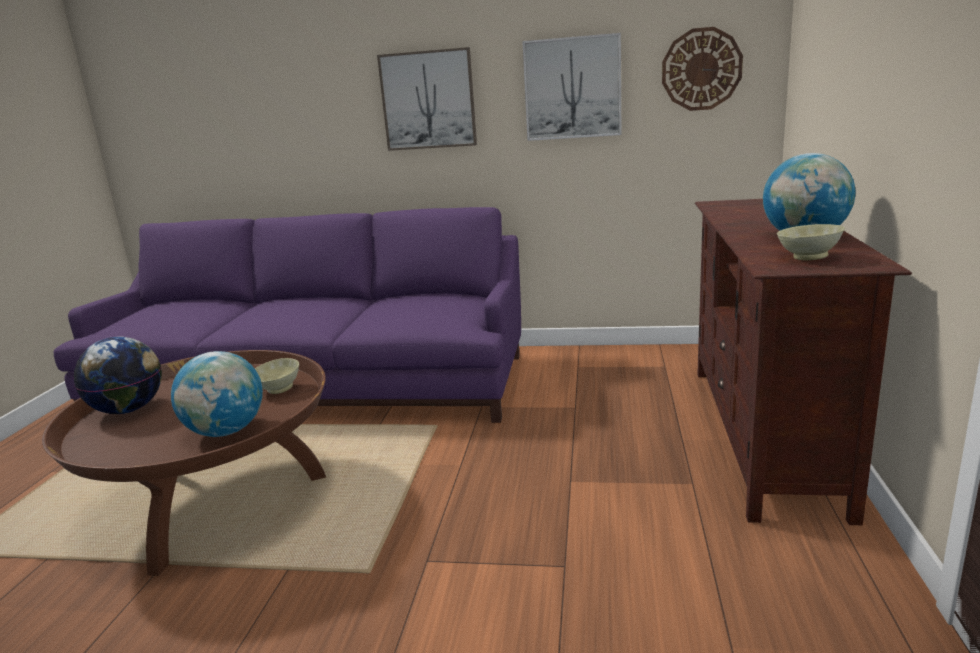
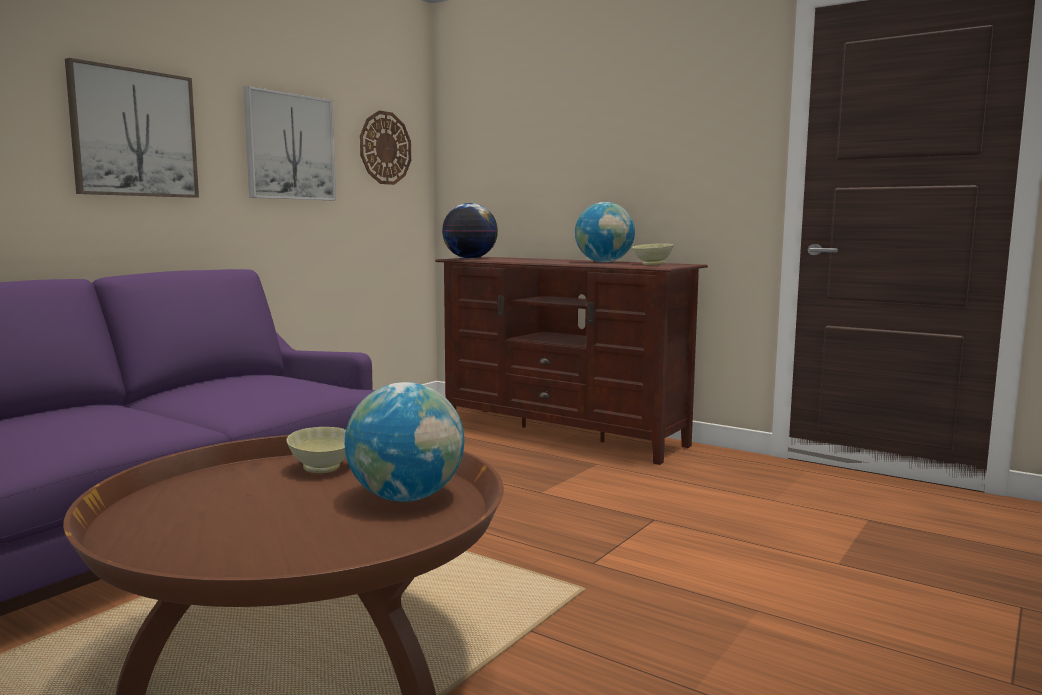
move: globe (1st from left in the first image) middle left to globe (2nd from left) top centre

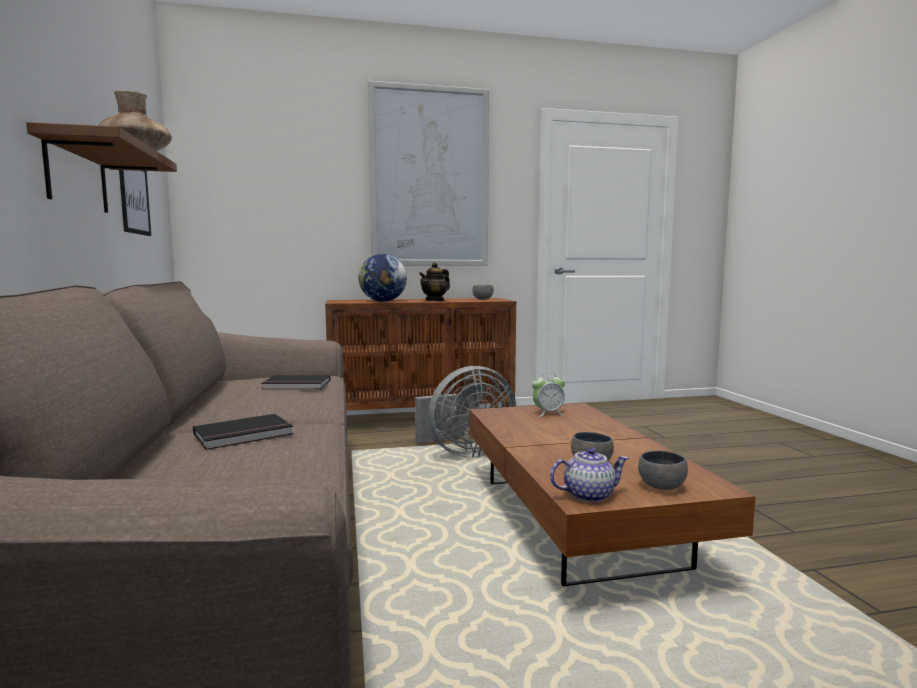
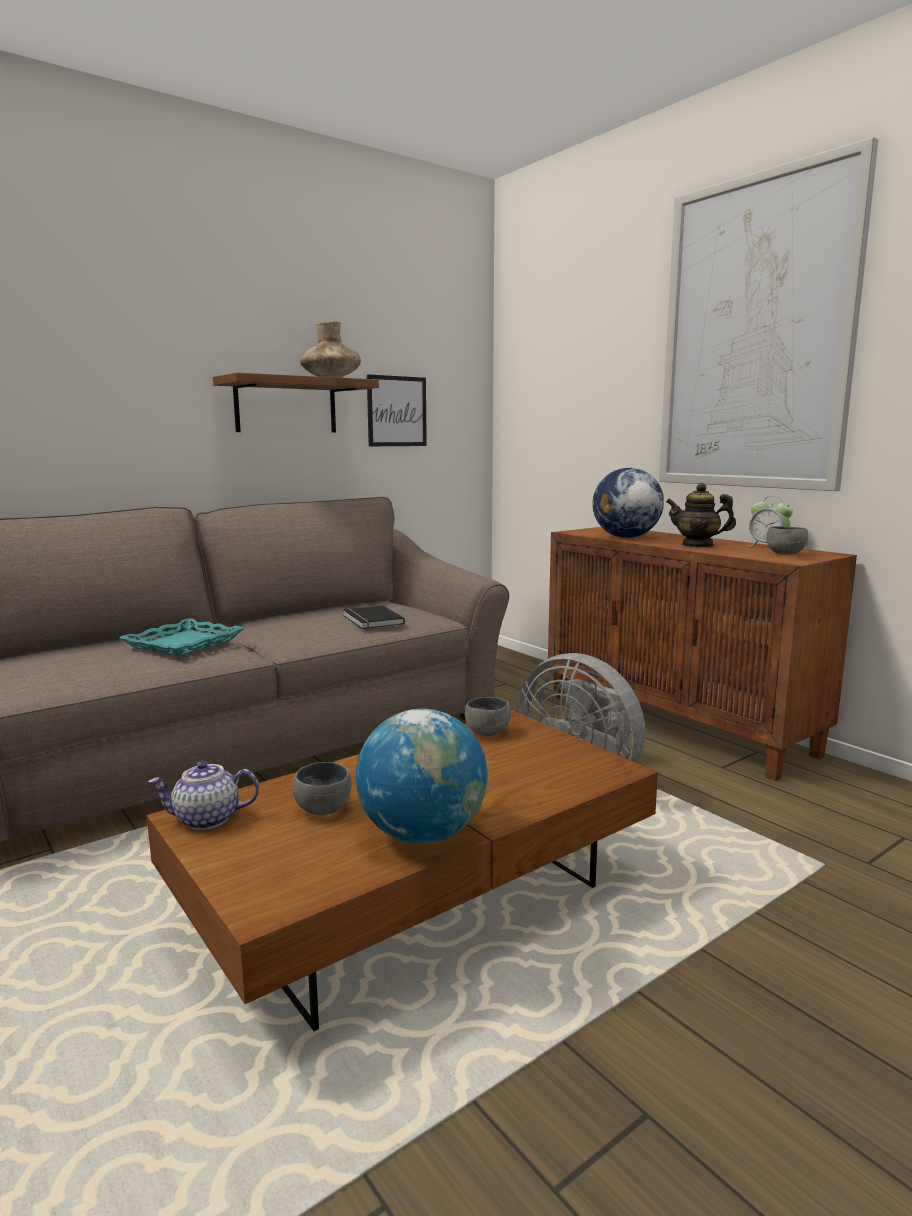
insert: globe (1st from left) centre
move: bowl (grey) (3rd from left in the first image) bottom right to bowl (grey) (2nd from left) centre; alarm clock centre to middle right
replace: book (black) (1st from left) middle left to tray (turquoise) middle left
rotate: teapot (2nd from left in the first image) bottom centre = middle left 120 degrees clockwise

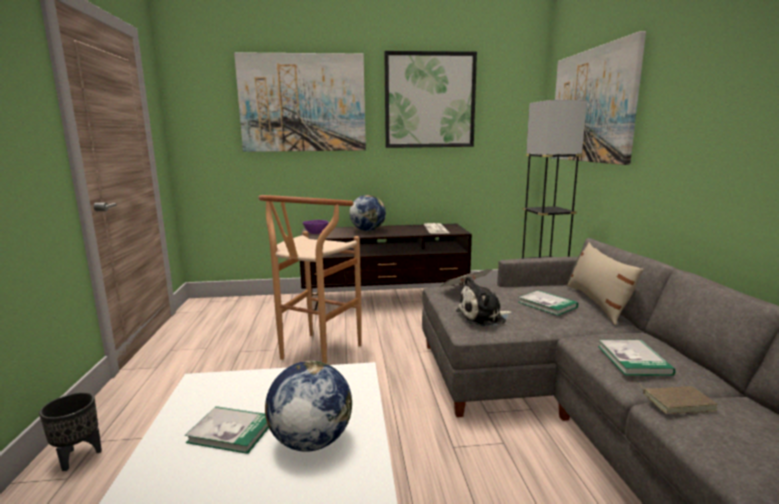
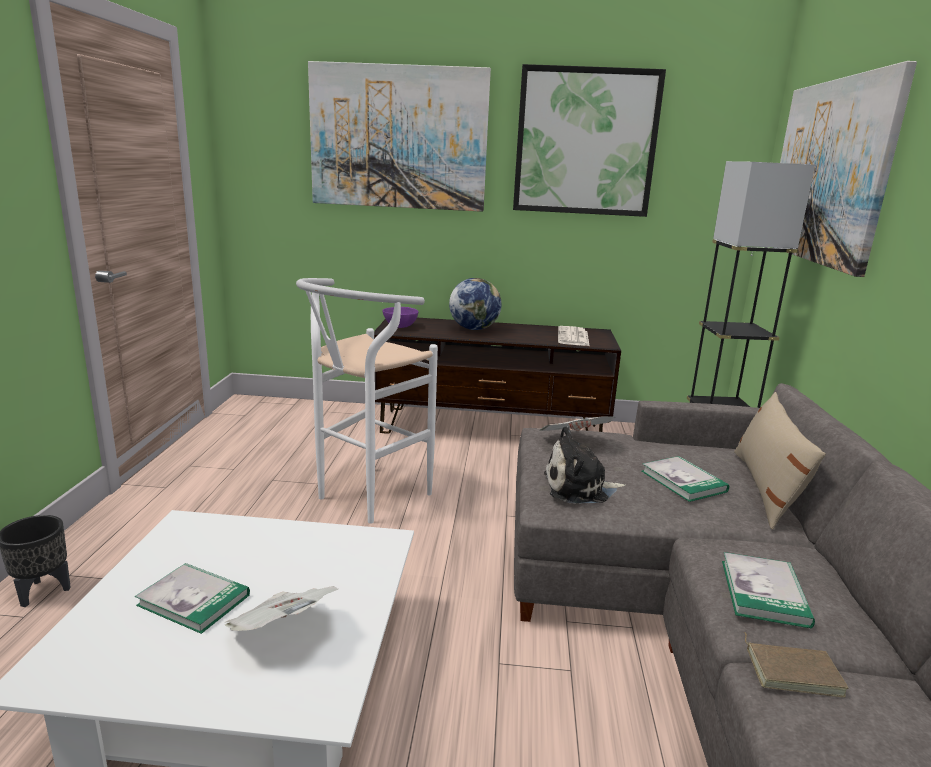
replace: globe (1st from left) bottom centre to newspaper (1st from left) bottom left
recolor: stool (brown) centre to stool (white) centre

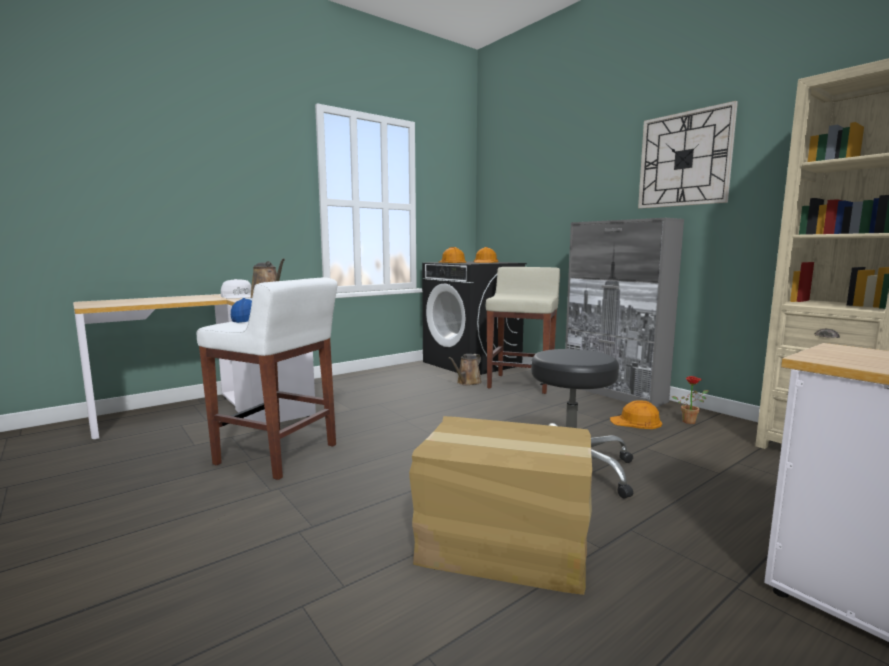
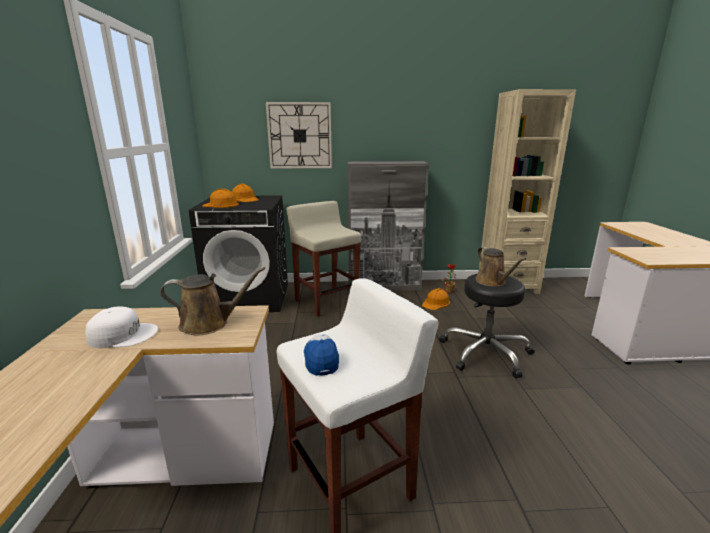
delete: cardboard box bottom centre
move: wall clock top right to top centre; watering can (brown) (2nd from left) centre to middle right

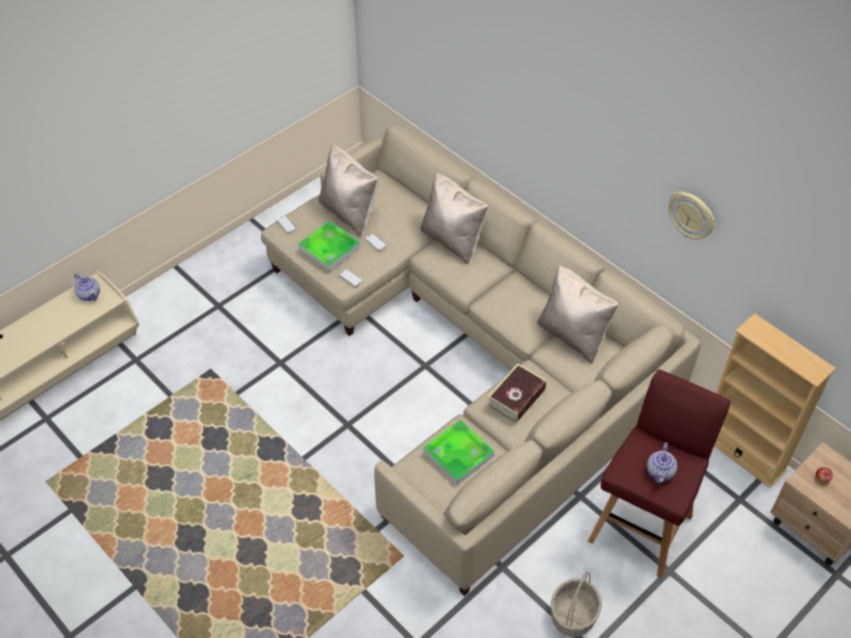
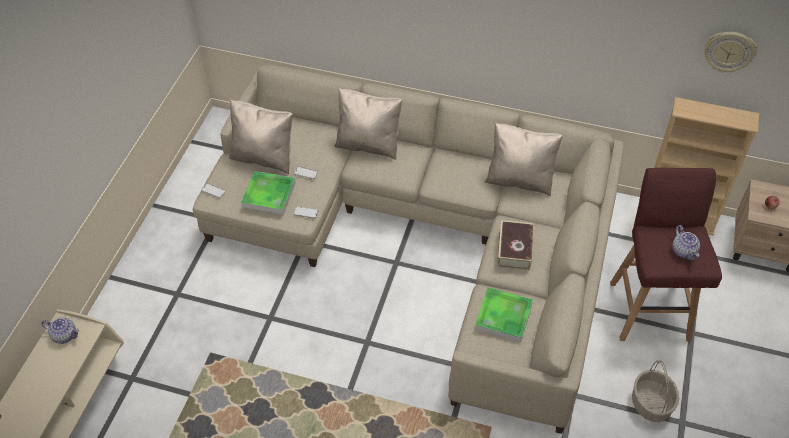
move: wall clock middle right to top right

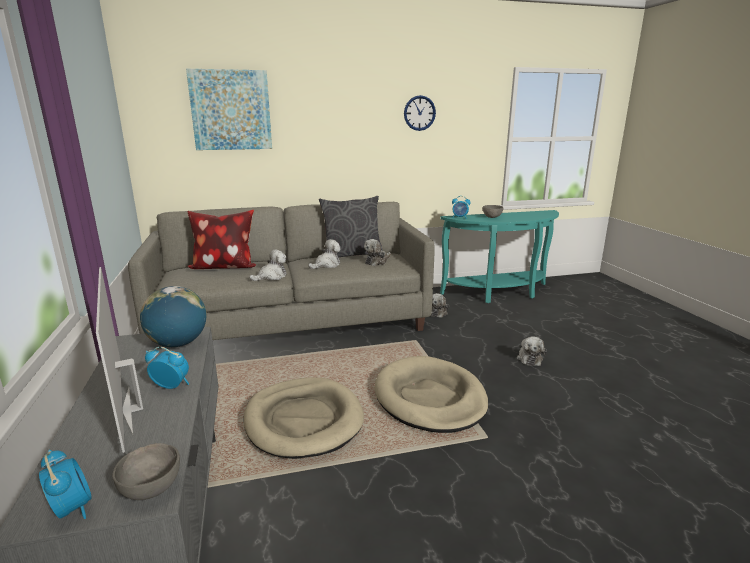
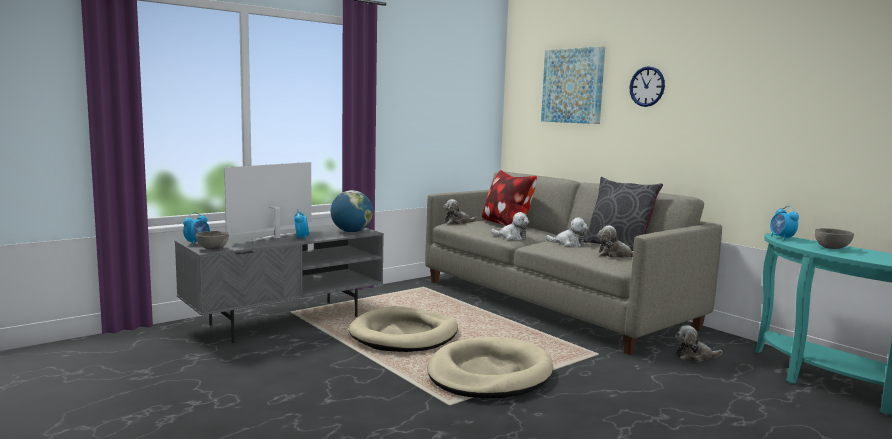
move: plush toy (5th from left in the first image) middle right to plush toy (1st from left) centre; wall clock top centre to top right

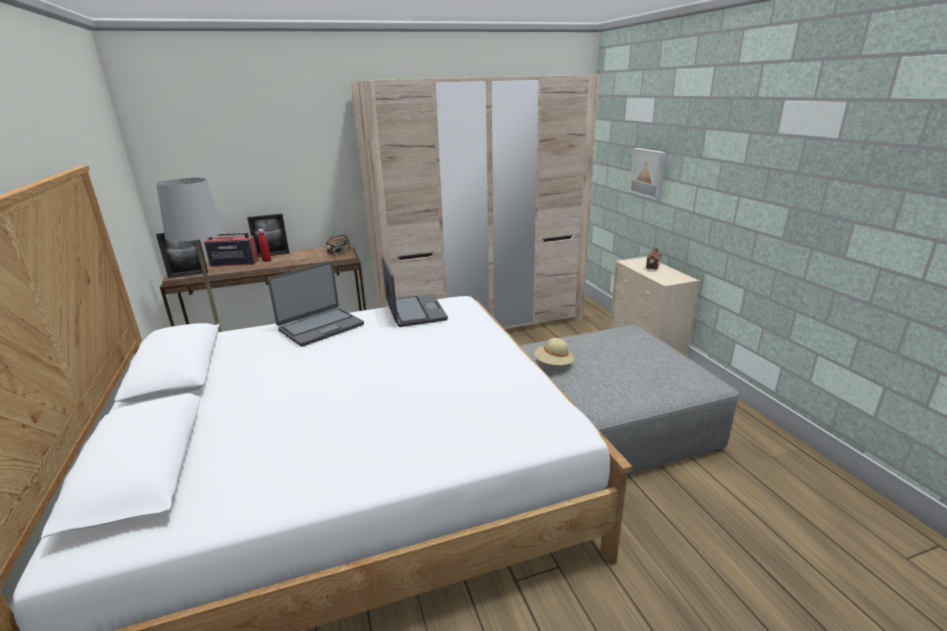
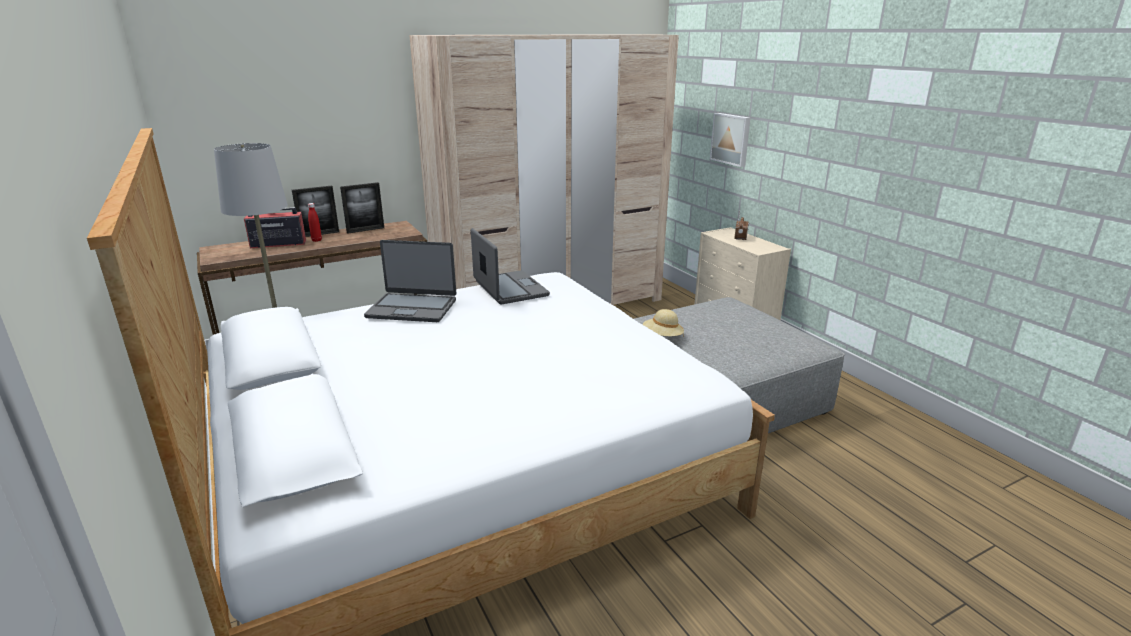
delete: radio (2nd from left) centre
move: picture frame (1st from left in the first image) middle left to picture frame (2nd from left) top left
rotate: laptop (1st from left) middle left = centre 60 degrees clockwise

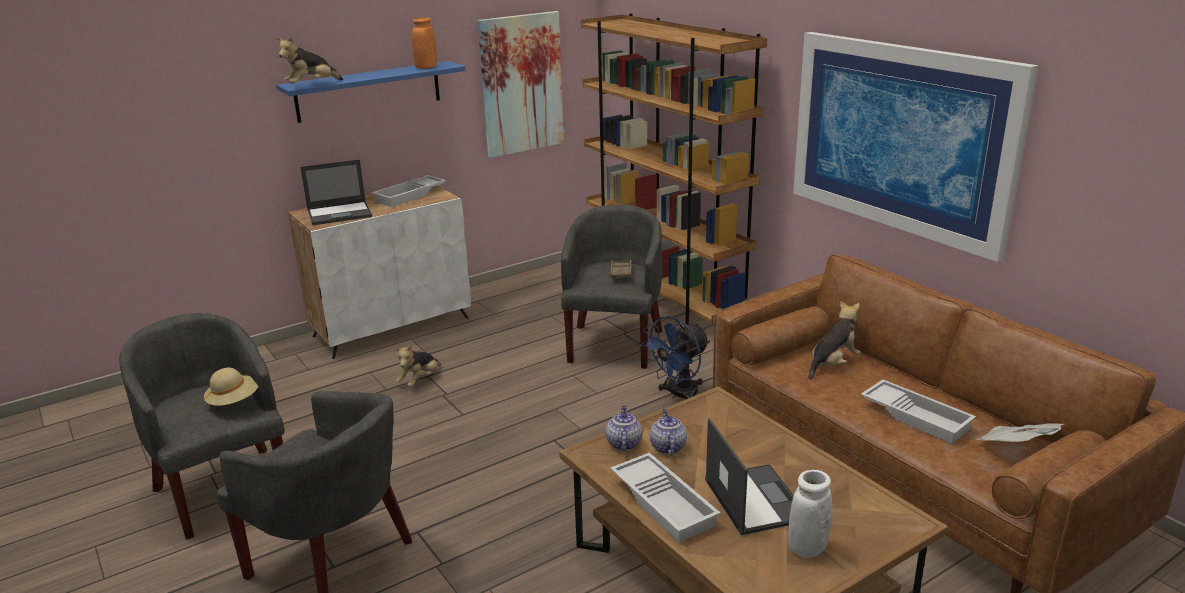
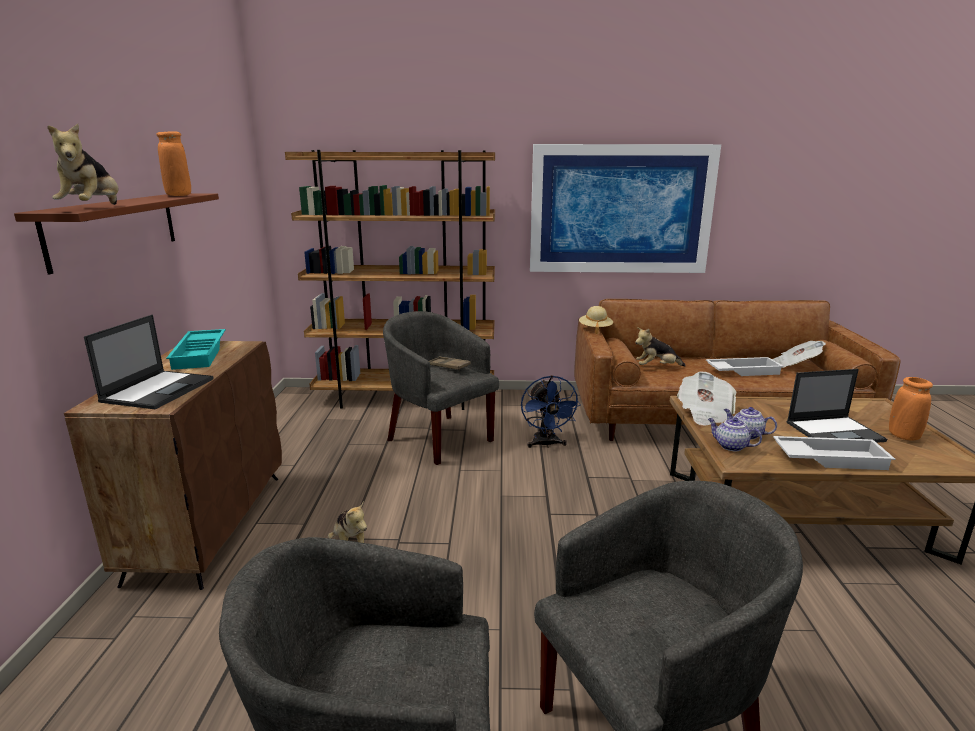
delete: picture (1st from left) top centre
insert: newspaper (1st from left) middle right
move: hat (beige) middle left to centre
recolor: shelf (blue) top left to shelf (brown) top left; cabinet (white) middle left to cabinet (brown) middle left; tray (white) (1st from left) top centre to tray (turquoise) middle left; vase (white) bottom right to vase (orange) (2nd from left) middle right
rotate: plush toy (3rd from left) middle right = middle right 90 degrees counterclockwise; laptop (2nd from left) bottom centre = middle right 150 degrees clockwise

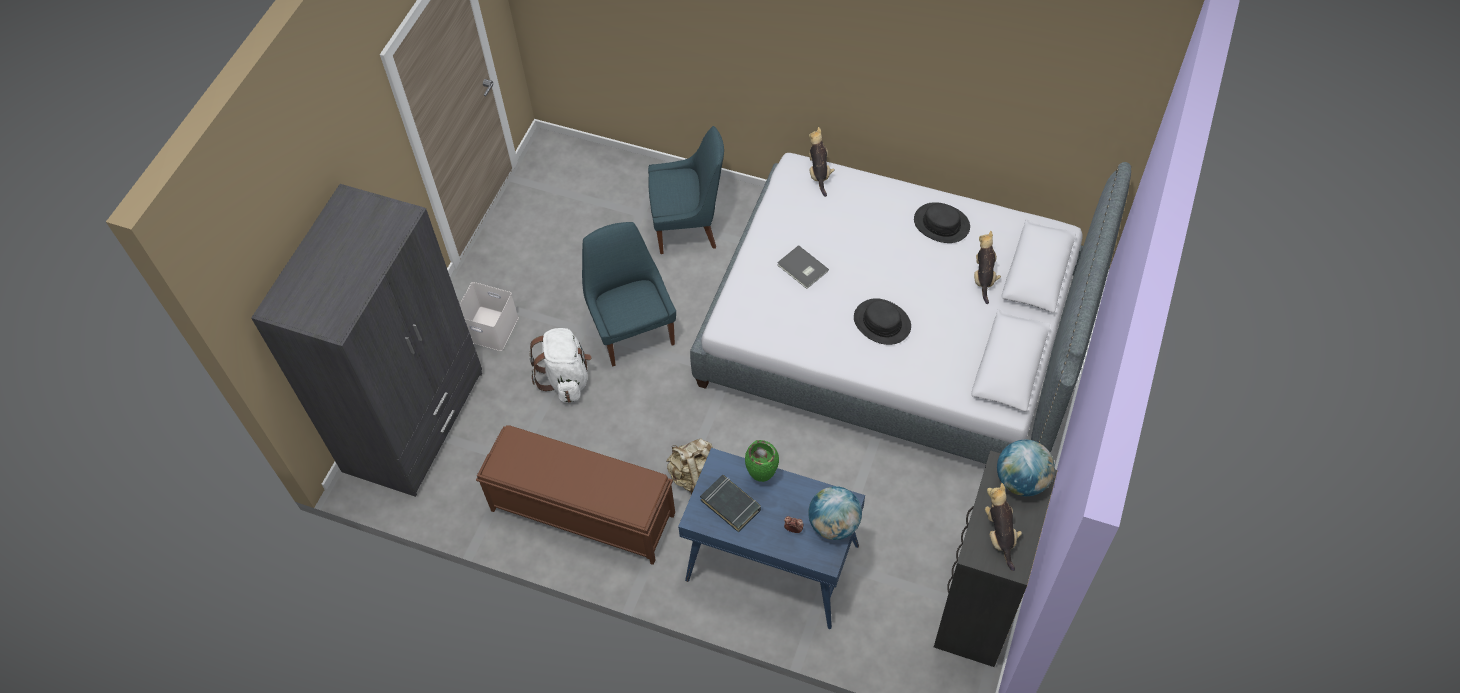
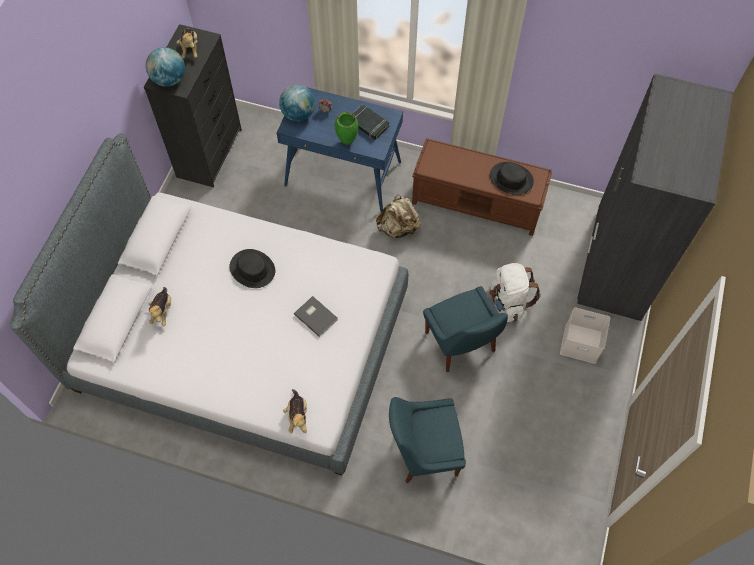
move: hat (black) (2nd from left) top centre to top right

